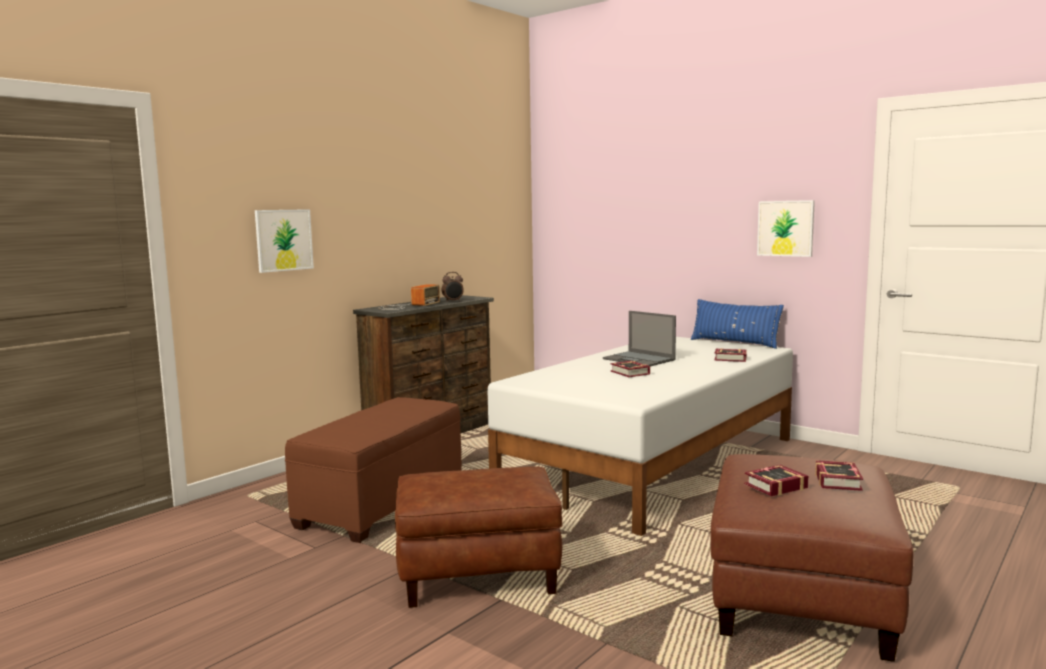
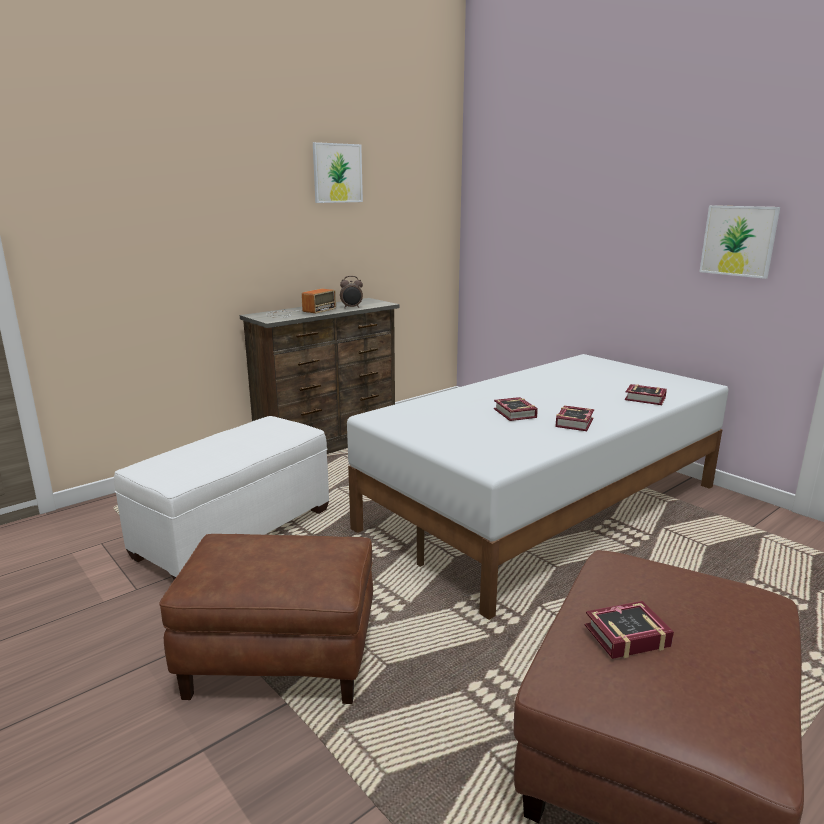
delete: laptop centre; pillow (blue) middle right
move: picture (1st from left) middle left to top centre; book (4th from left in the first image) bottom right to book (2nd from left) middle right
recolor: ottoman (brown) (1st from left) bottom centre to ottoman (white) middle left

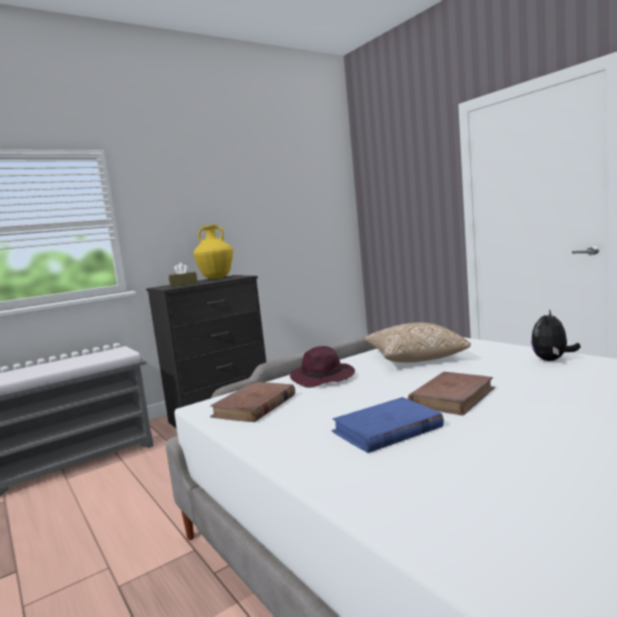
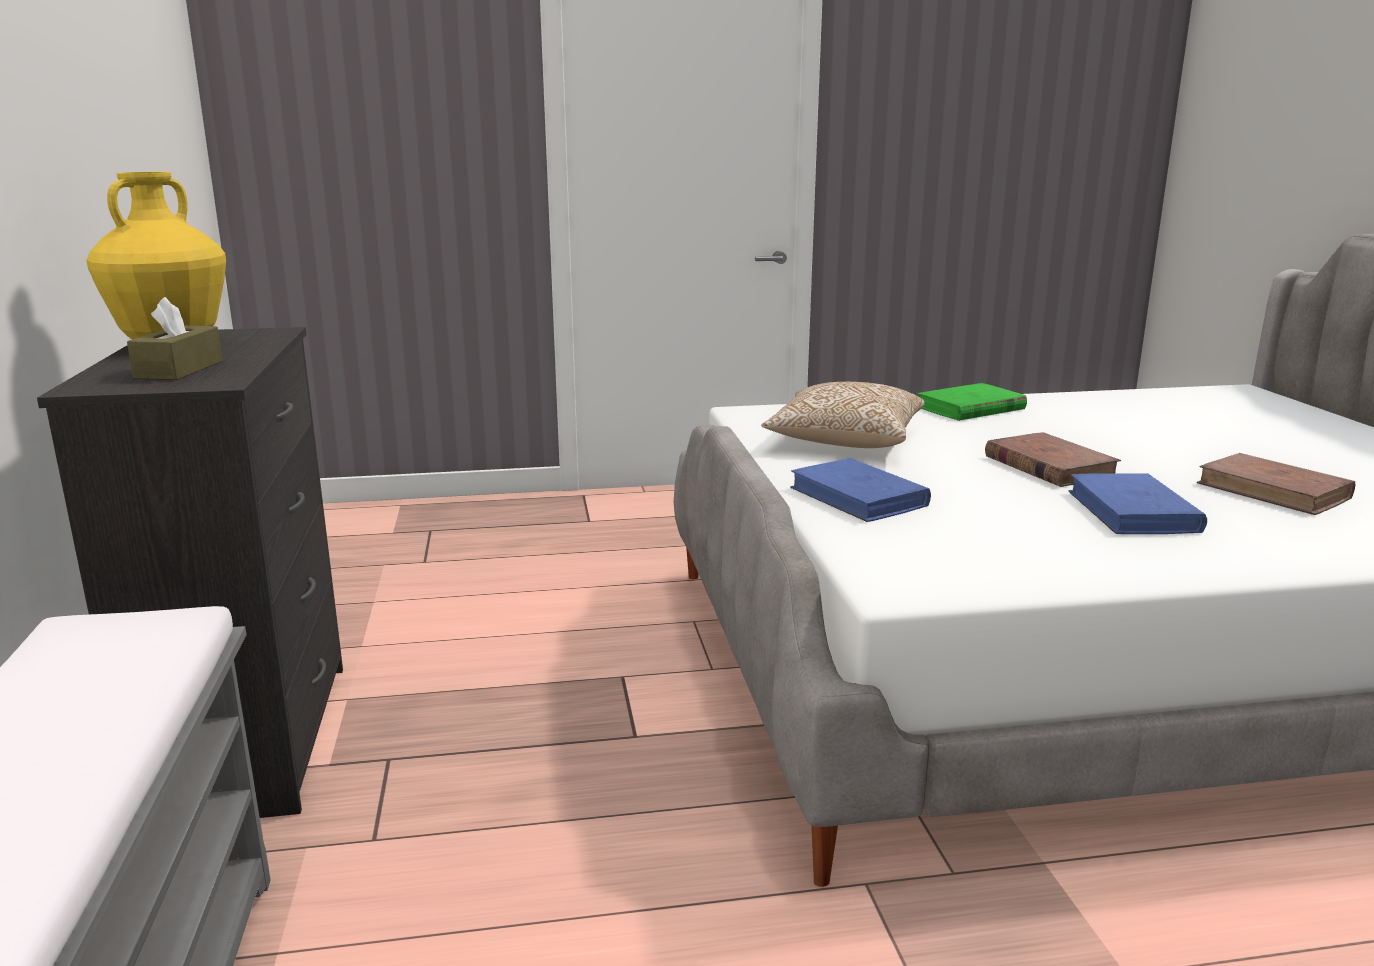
move: book (brown) (1st from left in the first image) centre to book (brown) (2nd from left) middle right
replace: hat (purple) centre to book (blue) (1st from left) centre; plush toy middle right to book (green) middle right

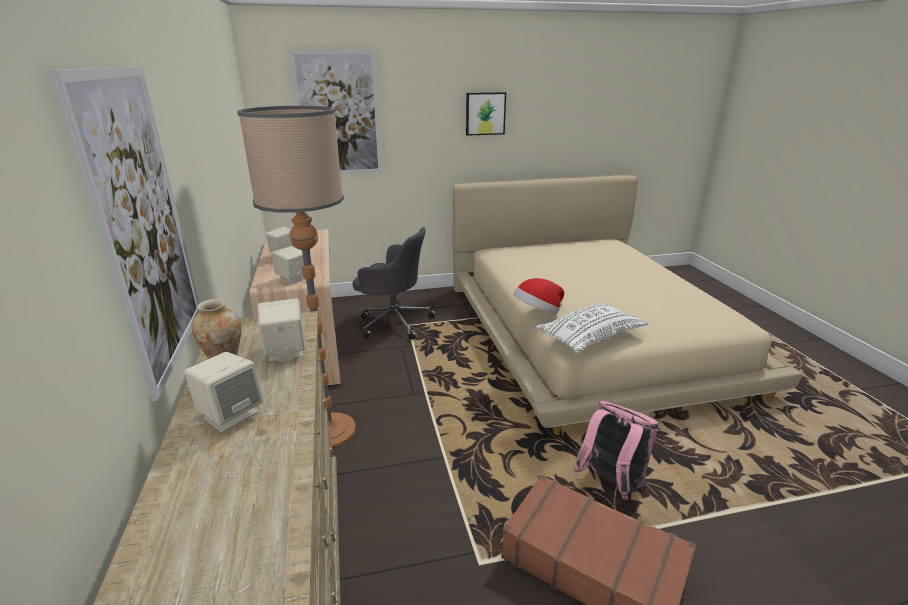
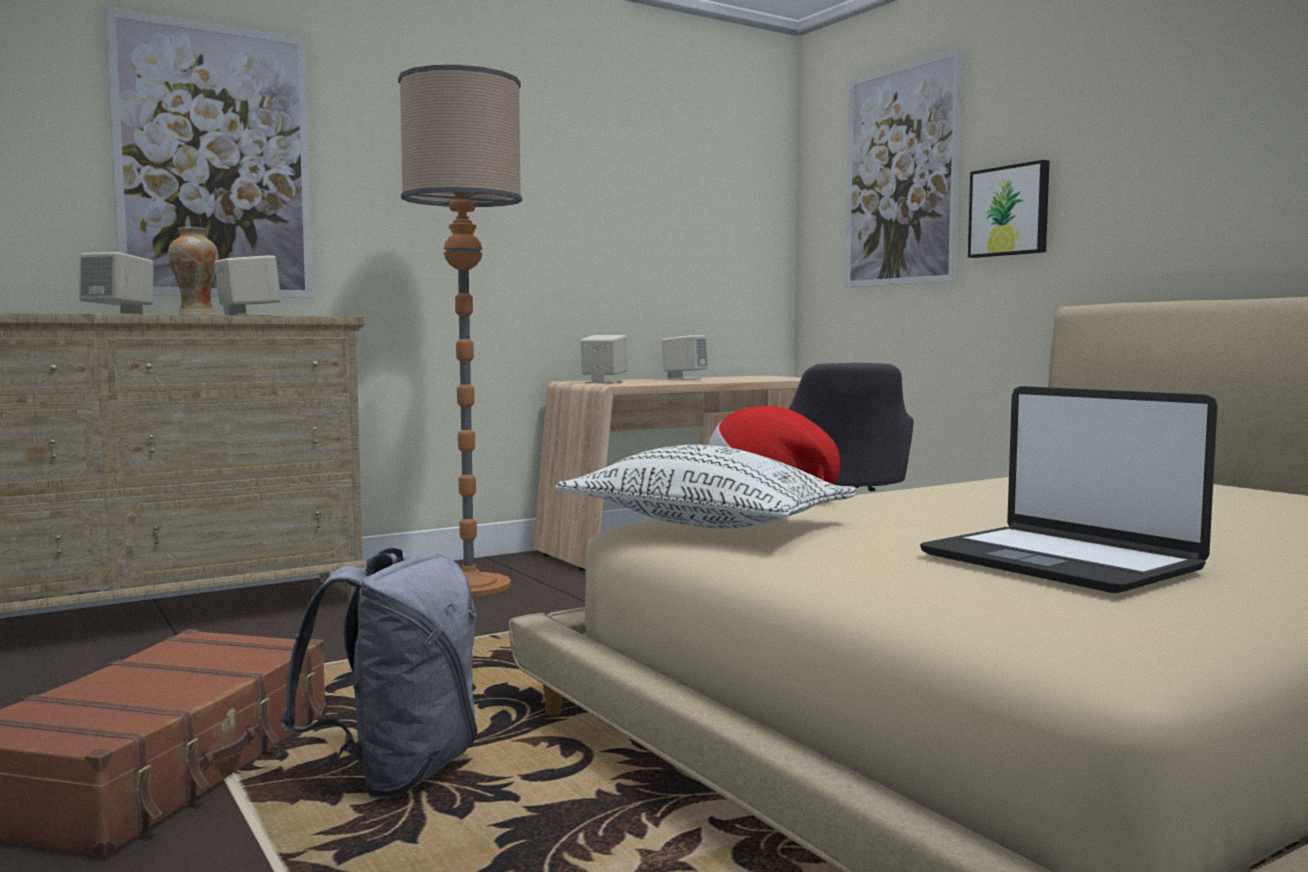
insert: laptop middle right
move: picture (3rd from left) top centre to top right
recolor: backpack (pink) bottom right to backpack (grey) bottom left

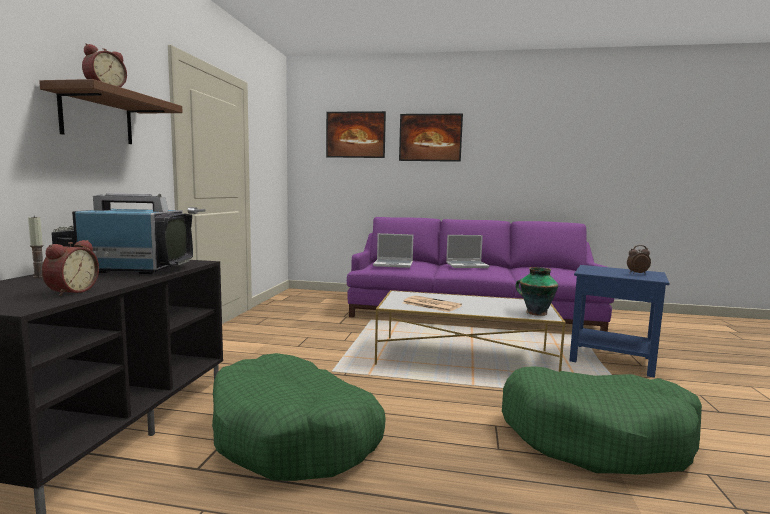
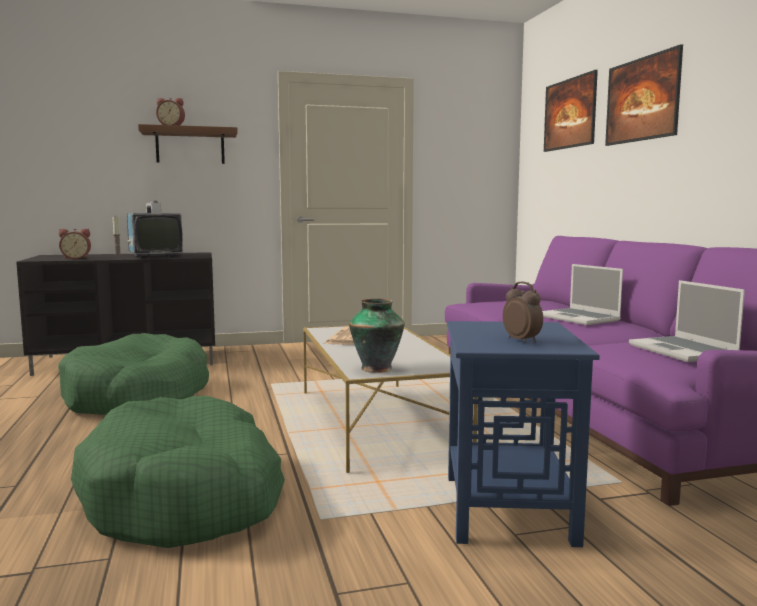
move: laptop (1st from left in the first image) centre to laptop (2nd from left) middle right

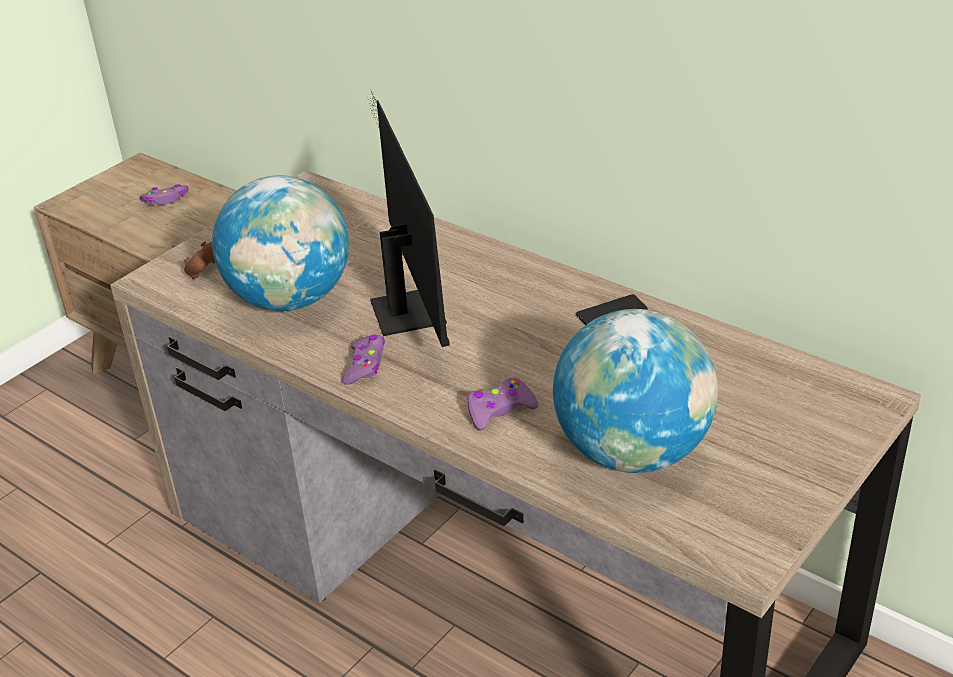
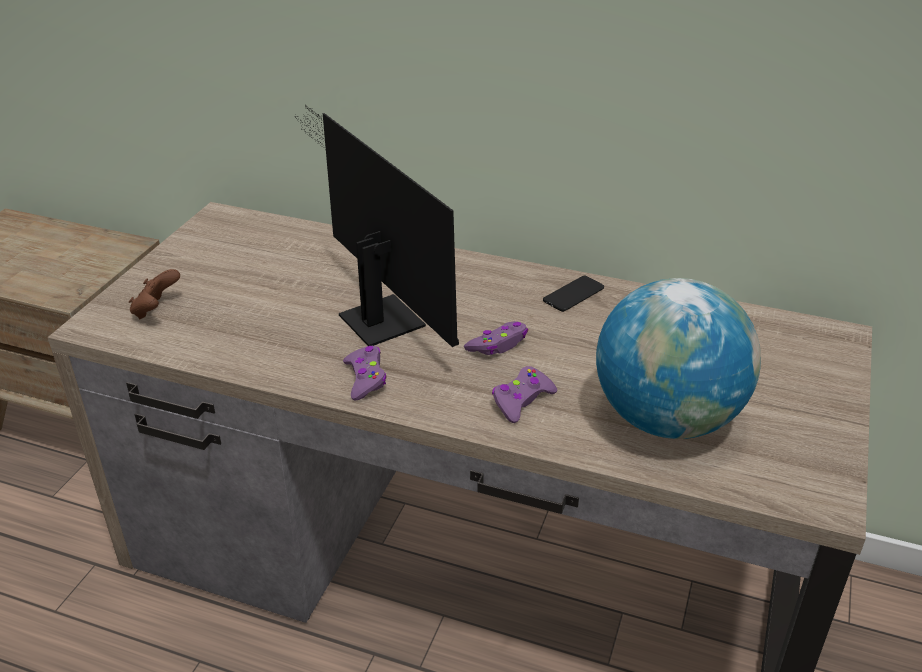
delete: globe (1st from left) middle left
move: game controller (purple) (1st from left in the first image) top left to game controller (purple) (2nd from left) centre

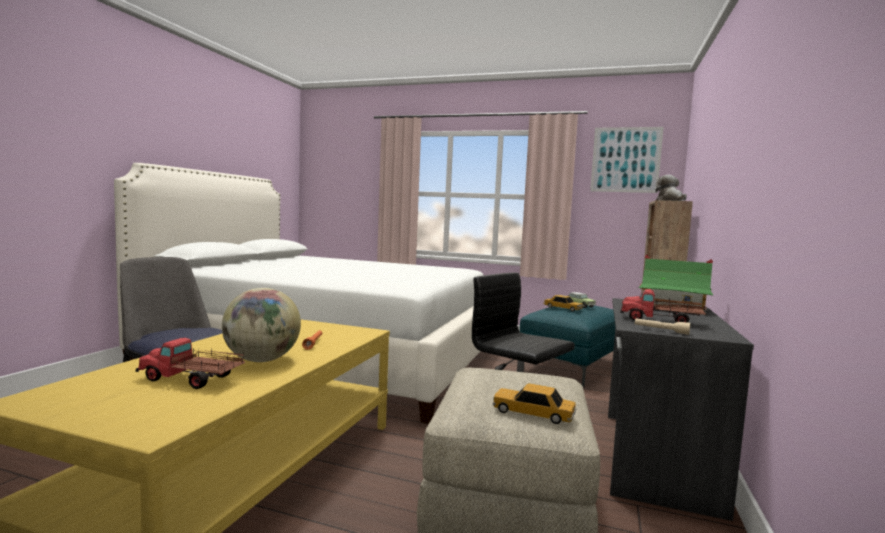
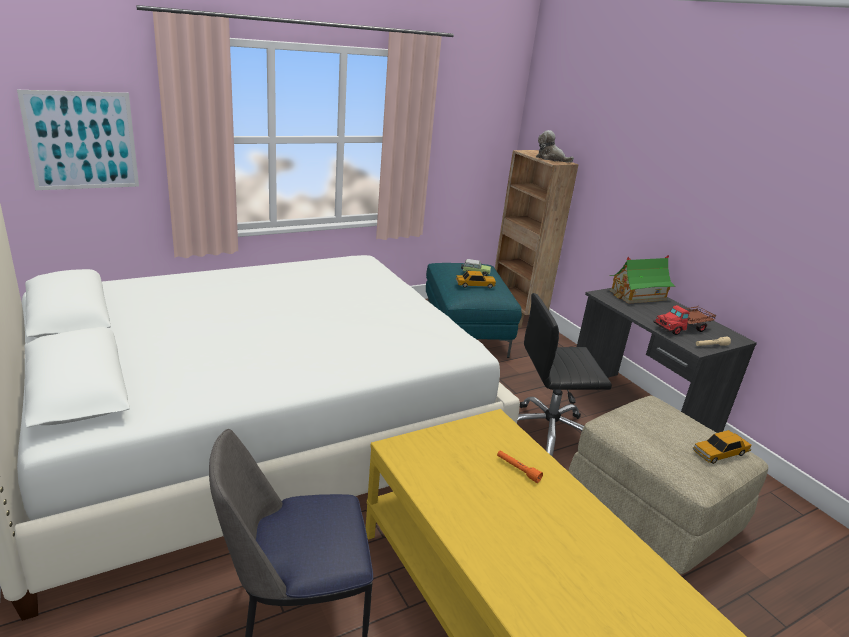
delete: toy truck (1st from left) bottom left; globe middle left
move: picture top right to top left

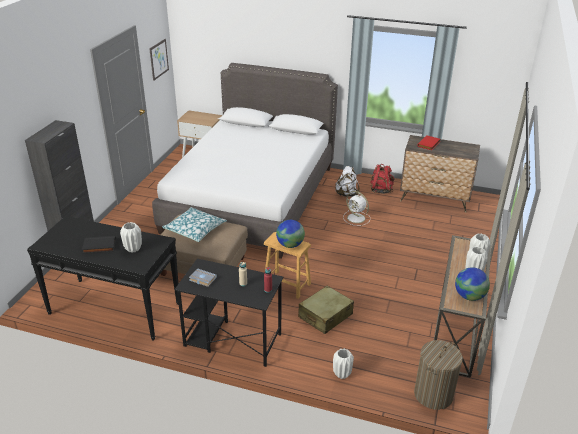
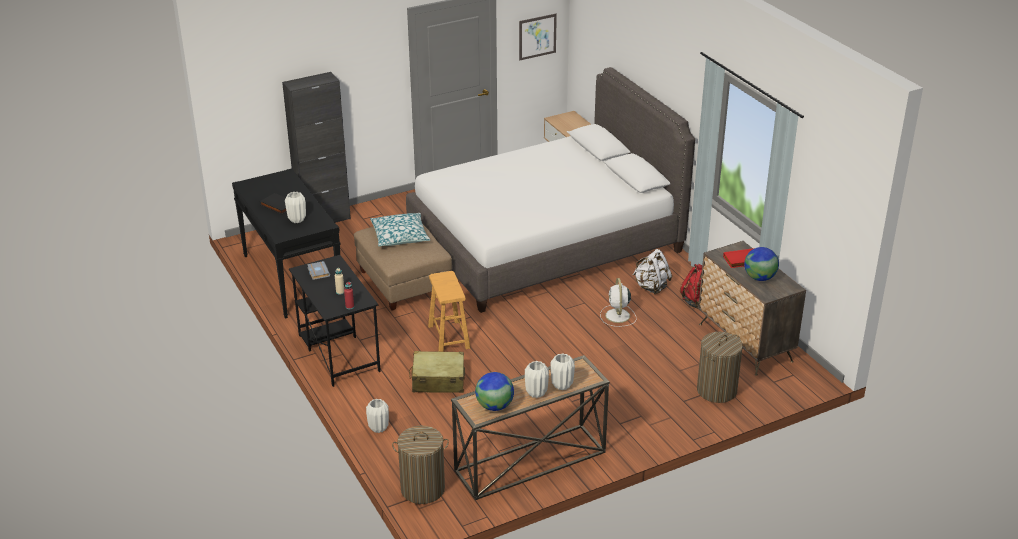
insert: laundry basket (2nd from left) bottom right
move: globe (1st from left in the first image) centre to globe (2nd from left) middle right

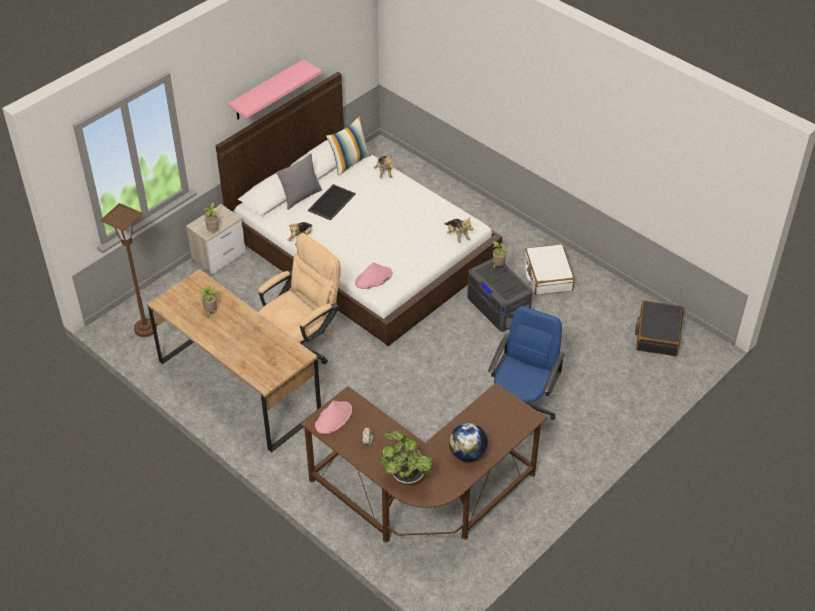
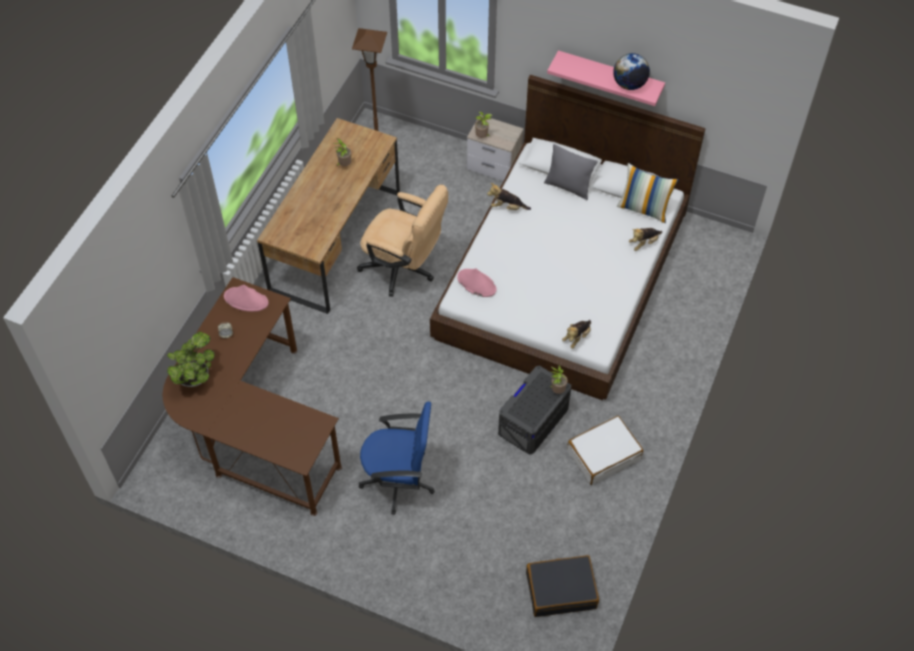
delete: tray top centre
move: globe bottom centre to top right

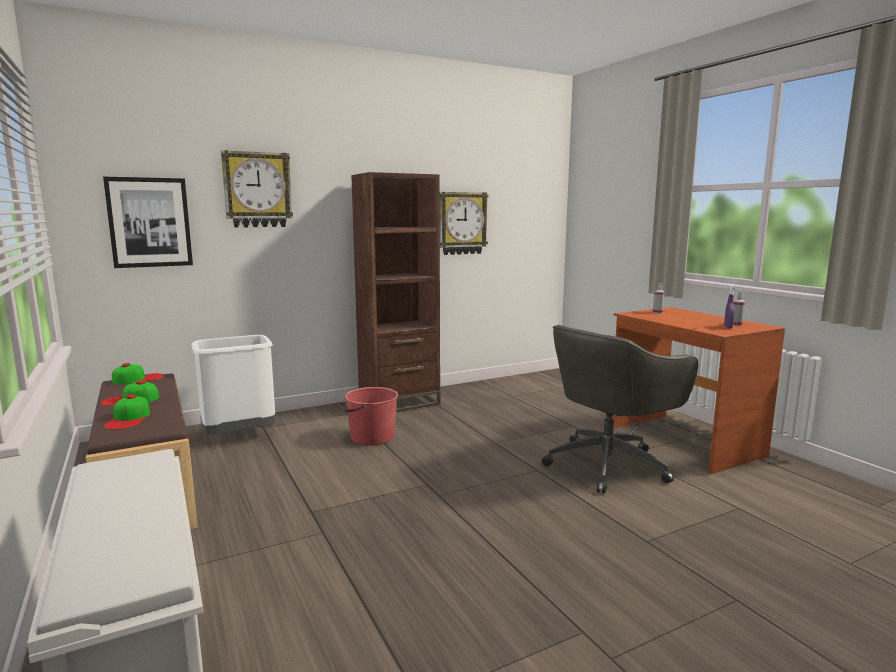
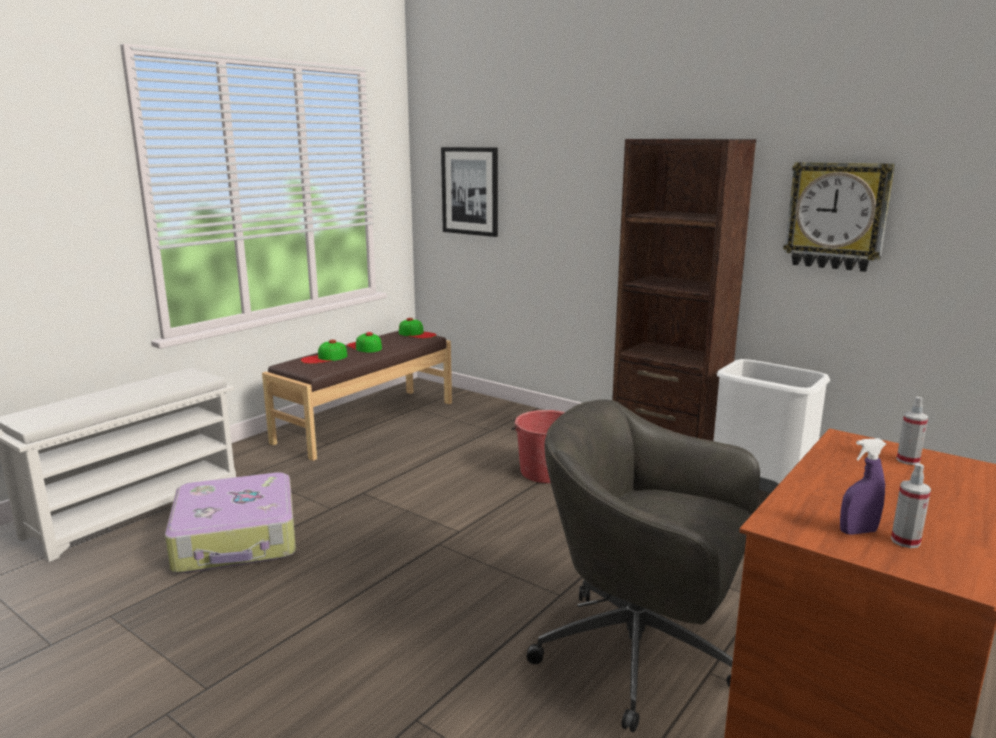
delete: wall clock (1st from left) top left
insert: suitcase bottom left
move: trash can (white) middle left to middle right

